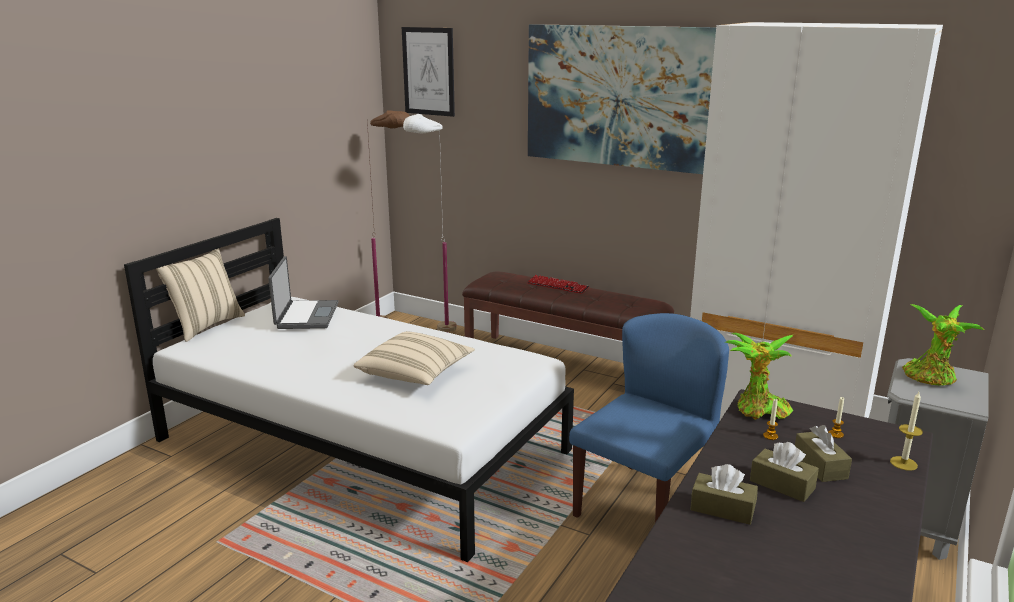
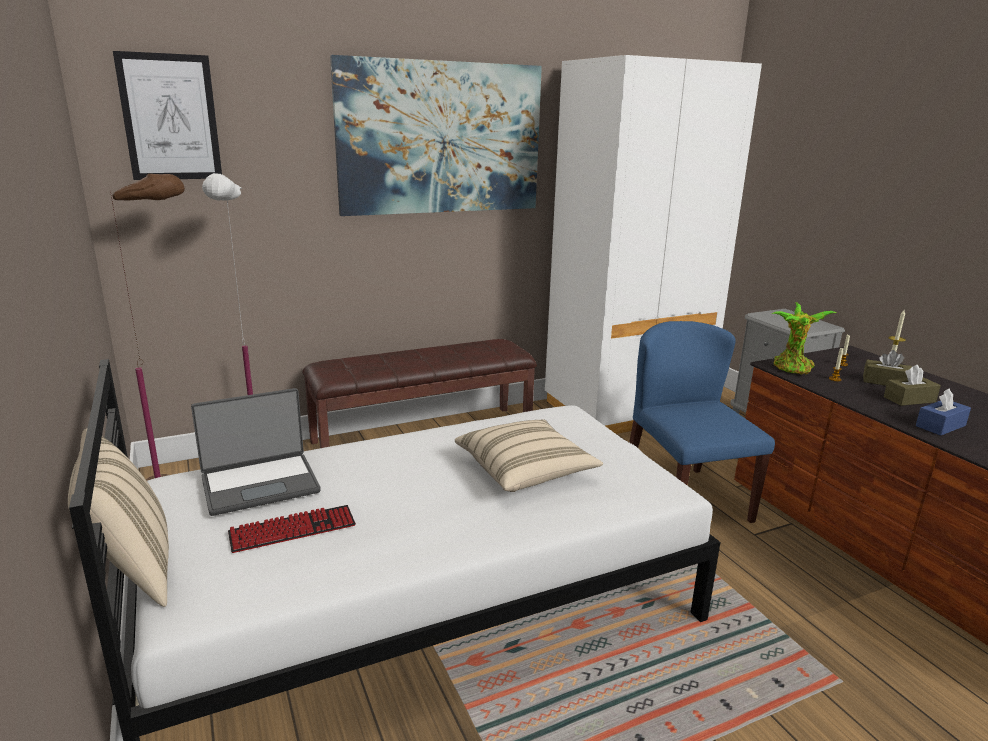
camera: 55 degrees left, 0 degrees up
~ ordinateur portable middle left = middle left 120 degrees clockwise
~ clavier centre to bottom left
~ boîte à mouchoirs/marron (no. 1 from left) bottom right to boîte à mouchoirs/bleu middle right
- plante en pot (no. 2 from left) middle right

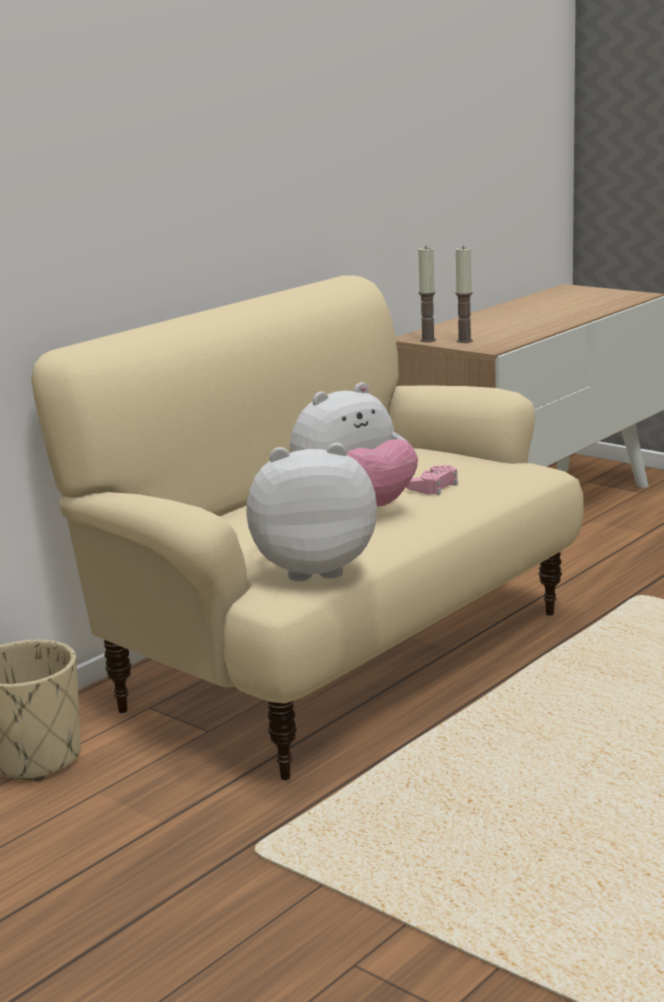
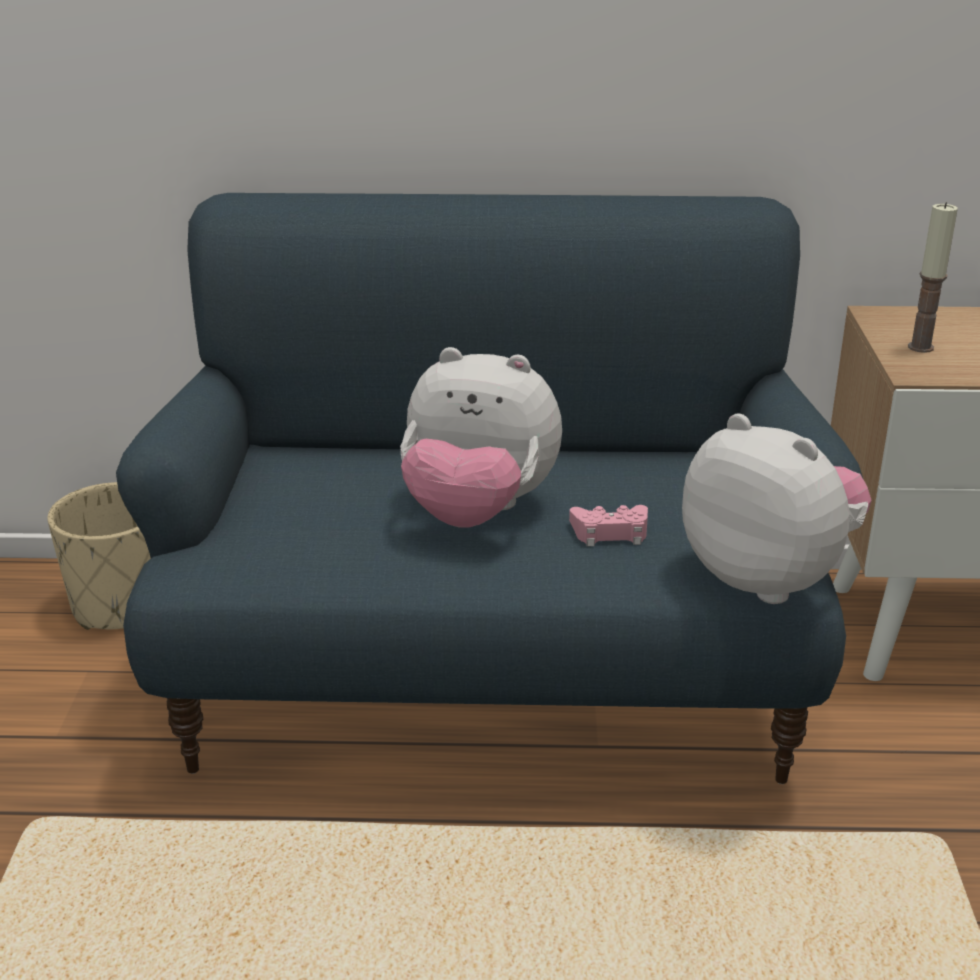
camera: 50 degrees right, 10 degrees up
~ canapé/beige centre to canapé/bleu centre
~ peluche (no. 1 from left in the first image) centre to peluche (no. 2 from left) middle right
- bougie (no. 1 from left) top centre

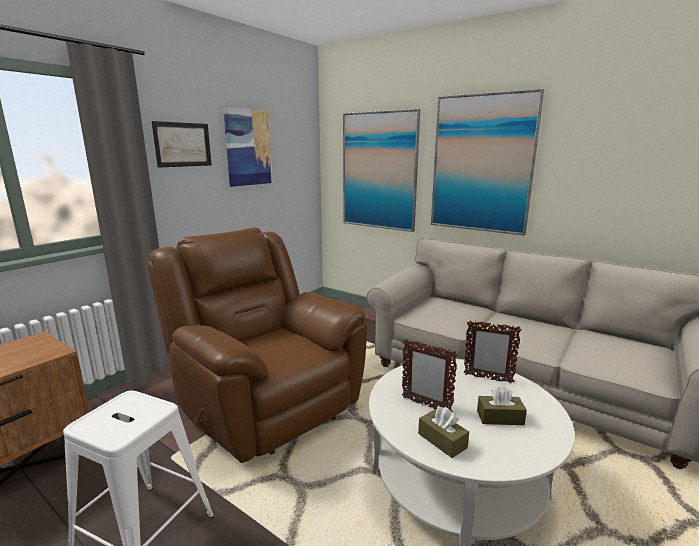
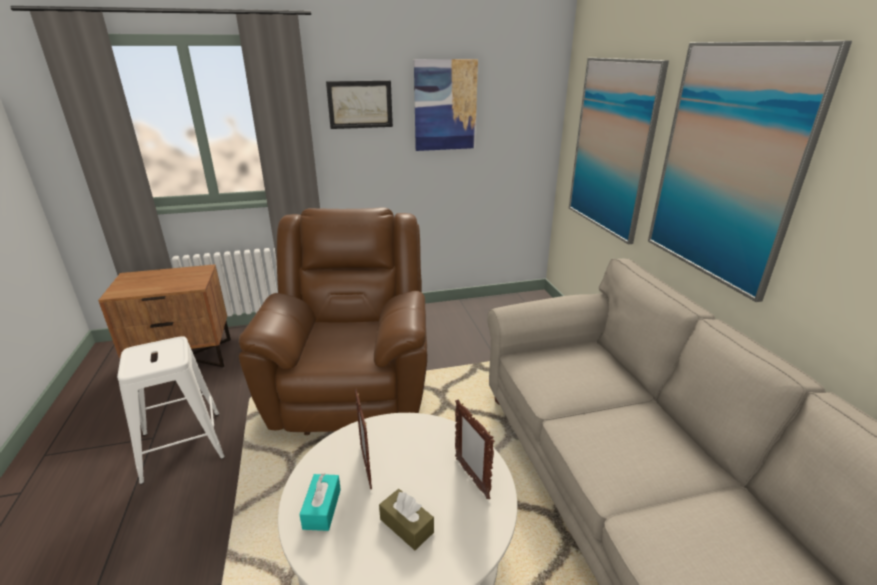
camera: 40 degrees right, 10 degrees up
~ boîte à mouchoirs/marron (no. 1 from left) bottom centre to boîte à mouchoirs/turquoise bottom centre

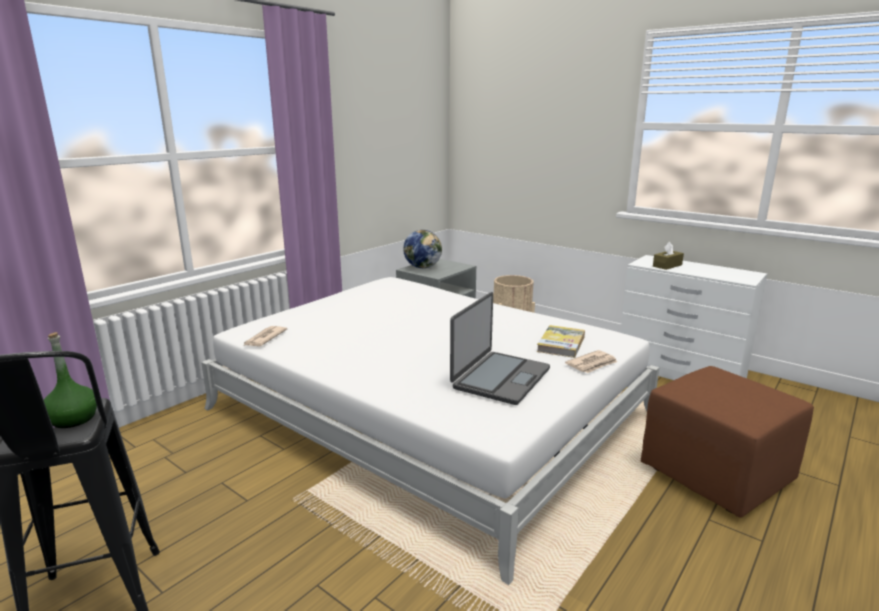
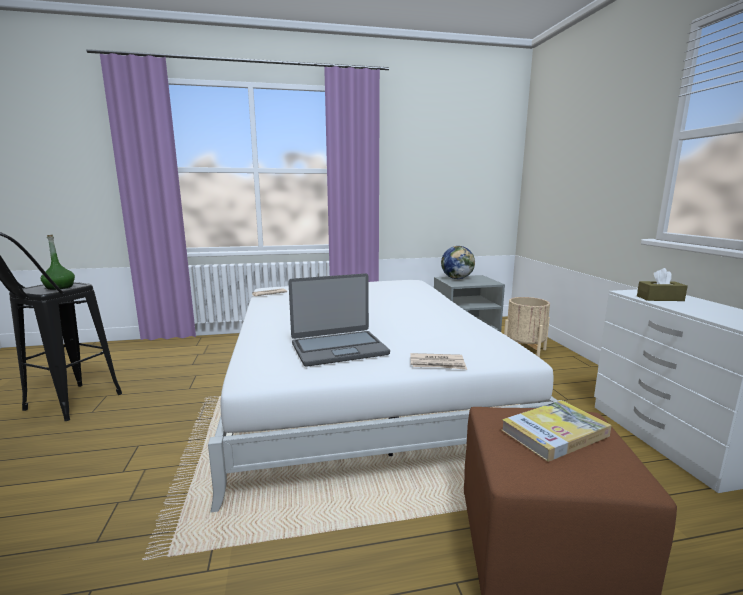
camera: 40 degrees right, 5 degrees down
~ livre centre to bottom right

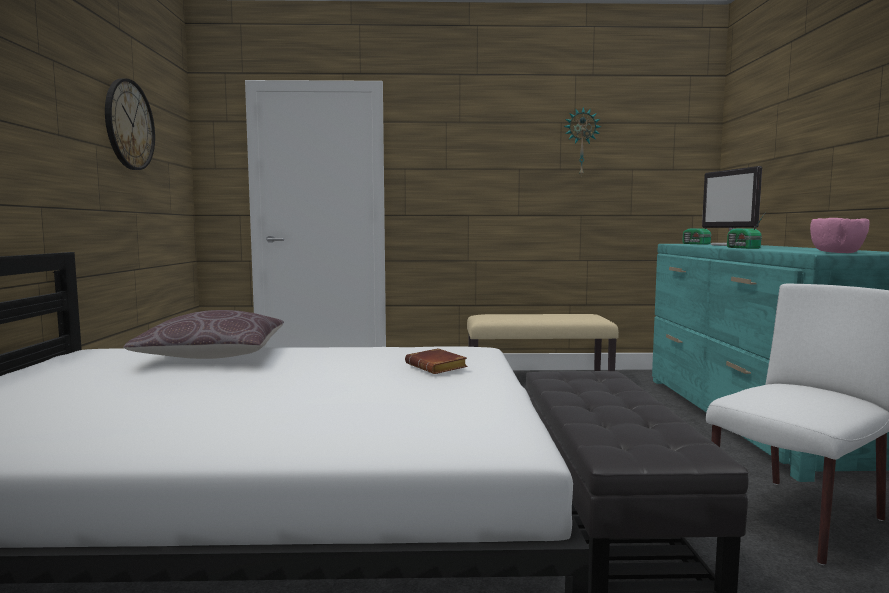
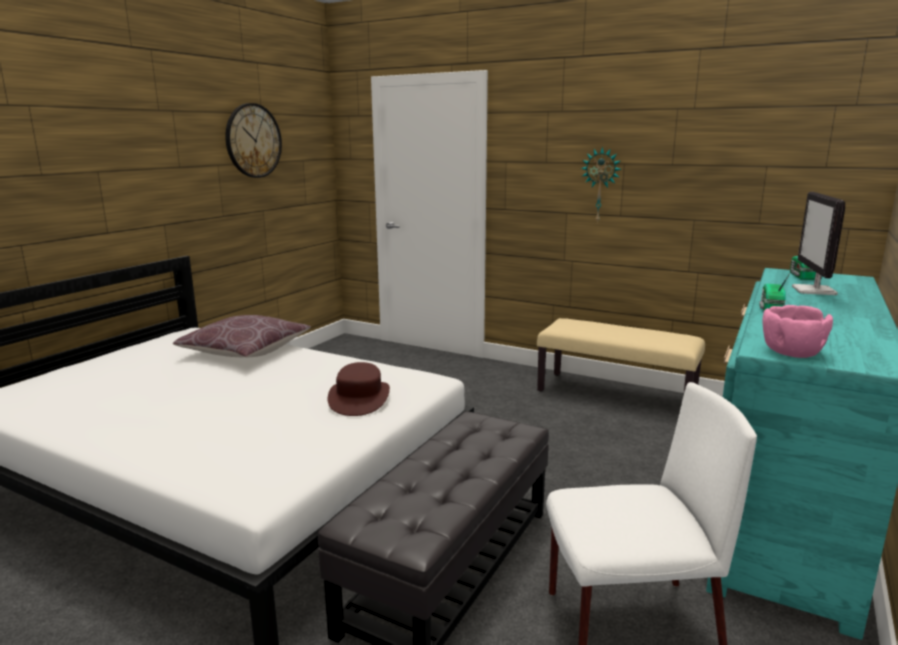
camera: 30 degrees right, 10 degrees up
~ livre/marron centre to chapeau/marron centre
~ horloge murale (no. 2 from left) top centre to top right

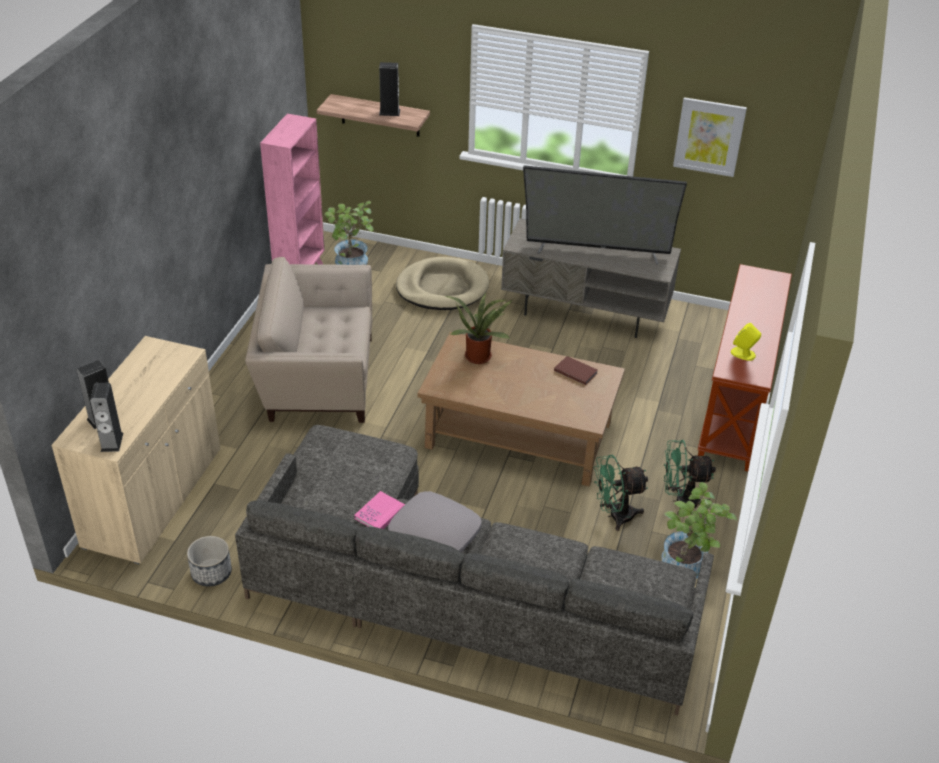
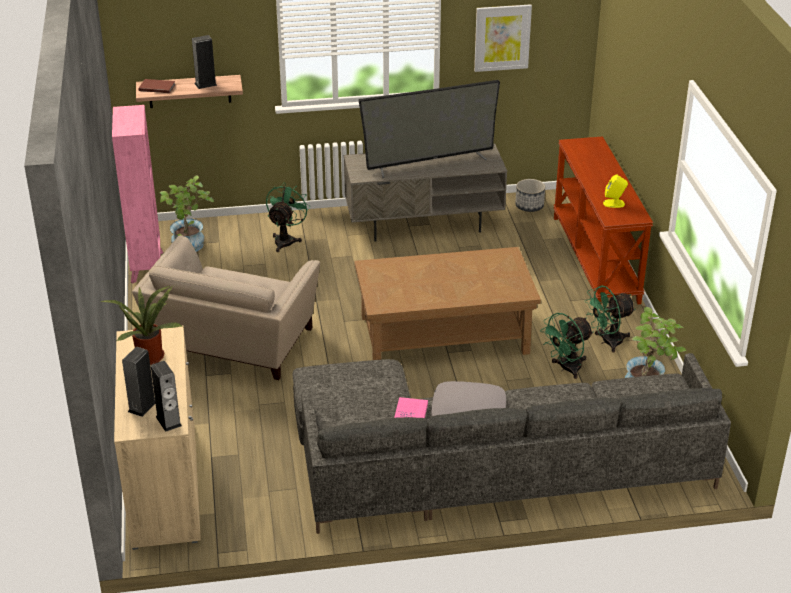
camera: 25 degrees left, 5 degrees down
~ cache-pot bottom left to top right
~ fauteuil/beige middle left = middle left 45 degrees counterclockwise
~ panier pour chien/beige centre to ventilateur/vert (no. 1 from left) centre
~ plante en pot (no. 2 from left in the first image) centre to plante en pot (no. 1 from left) middle left
~ livre/marron centre to top left

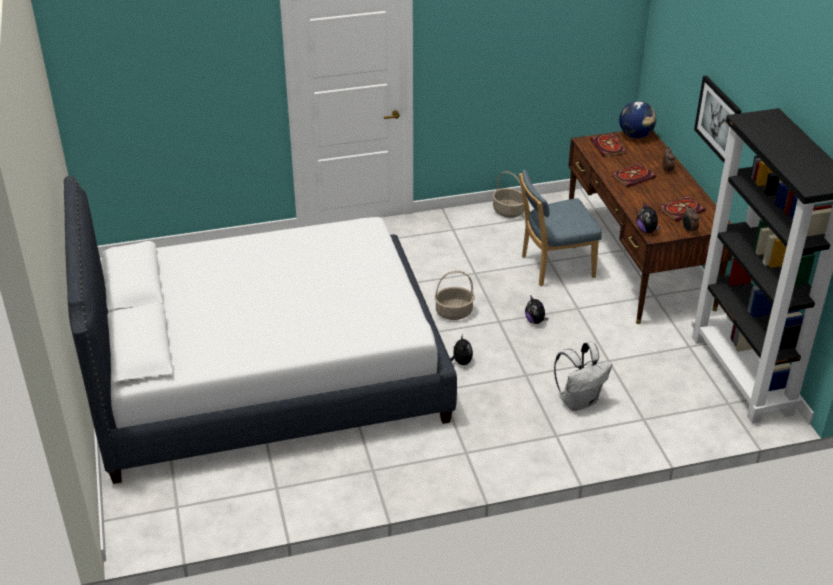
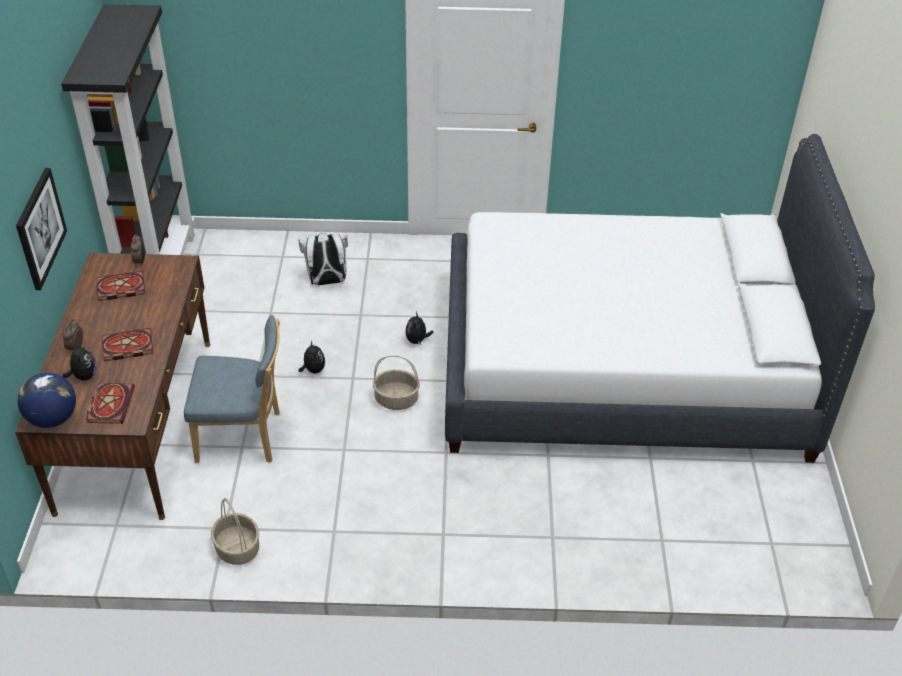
camera: 165 degrees left, 5 degrees up
~ peluche (no. 3 from left in the first image) middle right to peluche (no. 1 from left) middle left

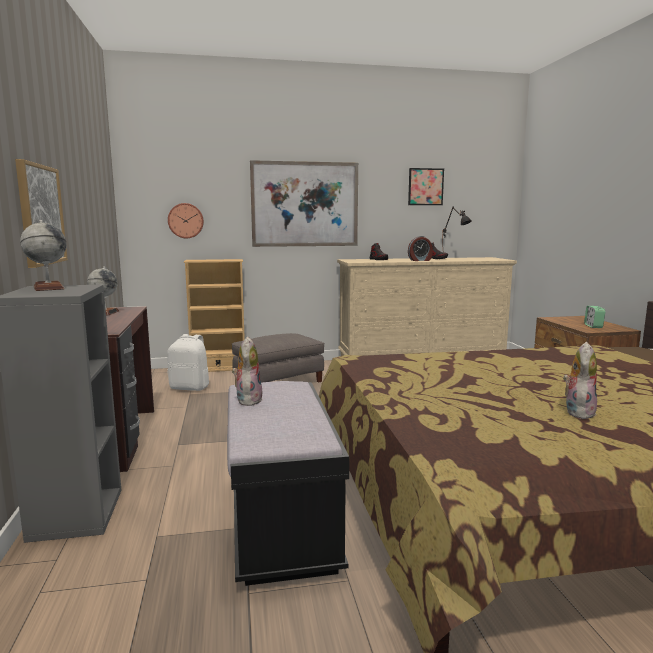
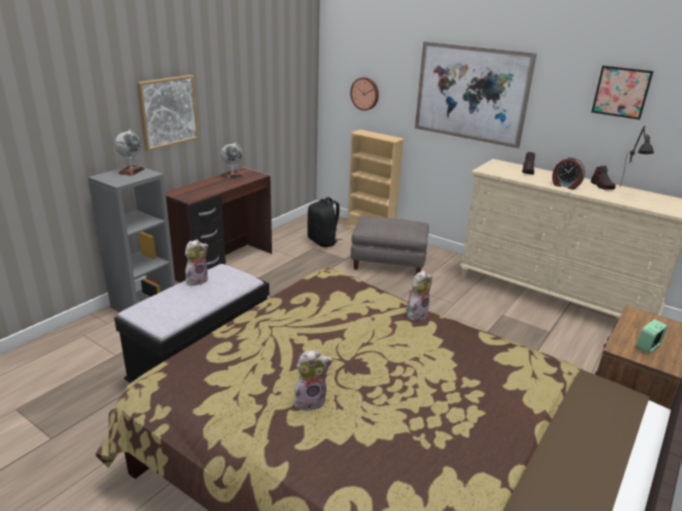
camera: 45 degrees right, 15 degrees up
~ sac à dos/blanc middle left to sac à dos/noir centre
+ peluche (no. 3 from left) centre

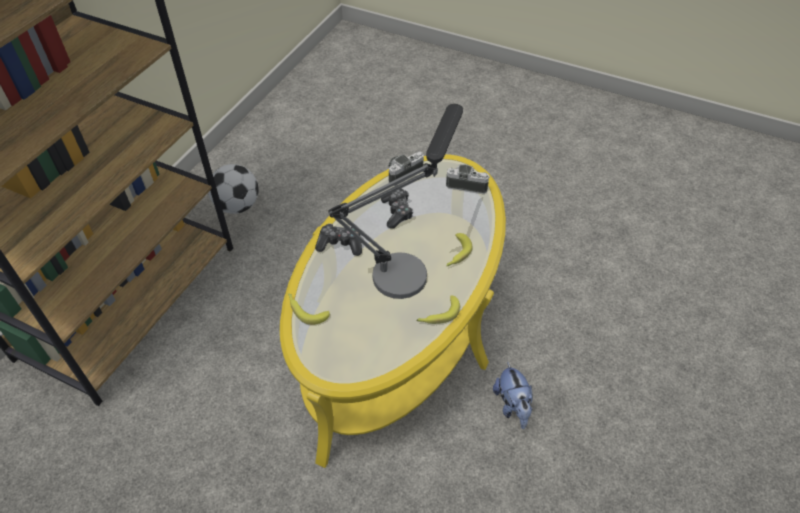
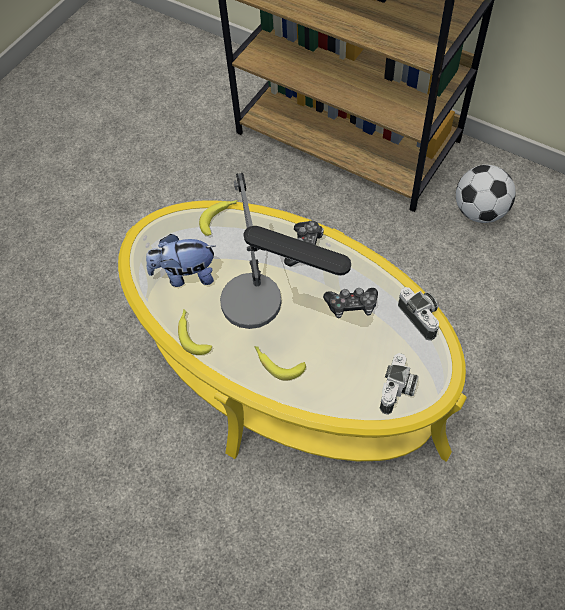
camera: 100 degrees right, 10 degrees up
~ peluche bottom centre to middle left

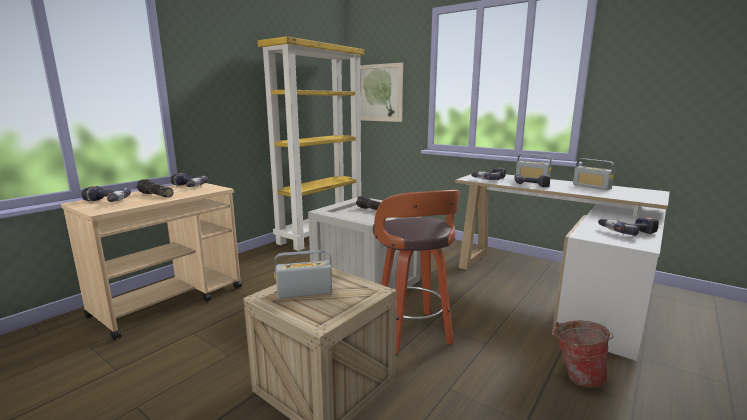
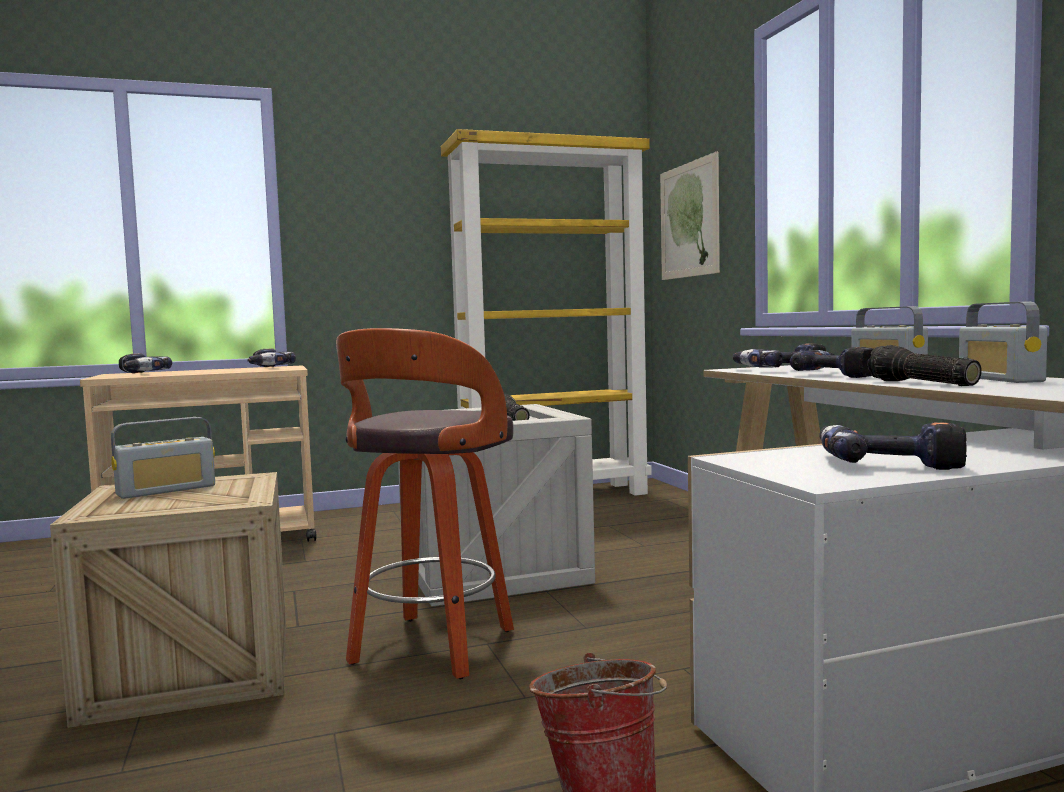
camera: 35 degrees right, 10 degrees down
~ lampe de poche (no. 1 from left in the first image) middle left to lampe de poche (no. 2 from left) middle right
~ radio (no. 1 from left) centre = middle left 120 degrees clockwise

